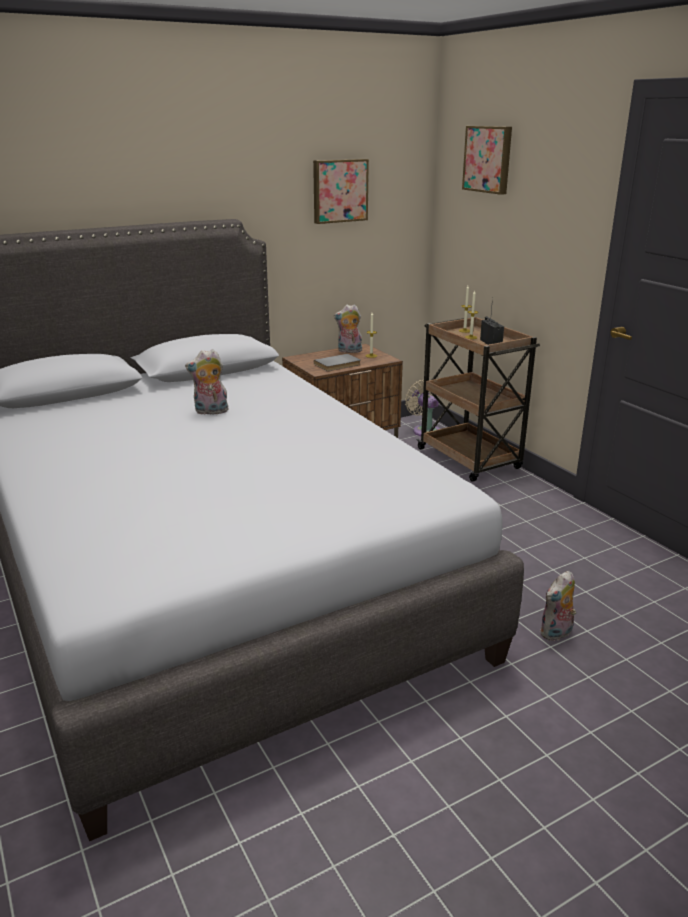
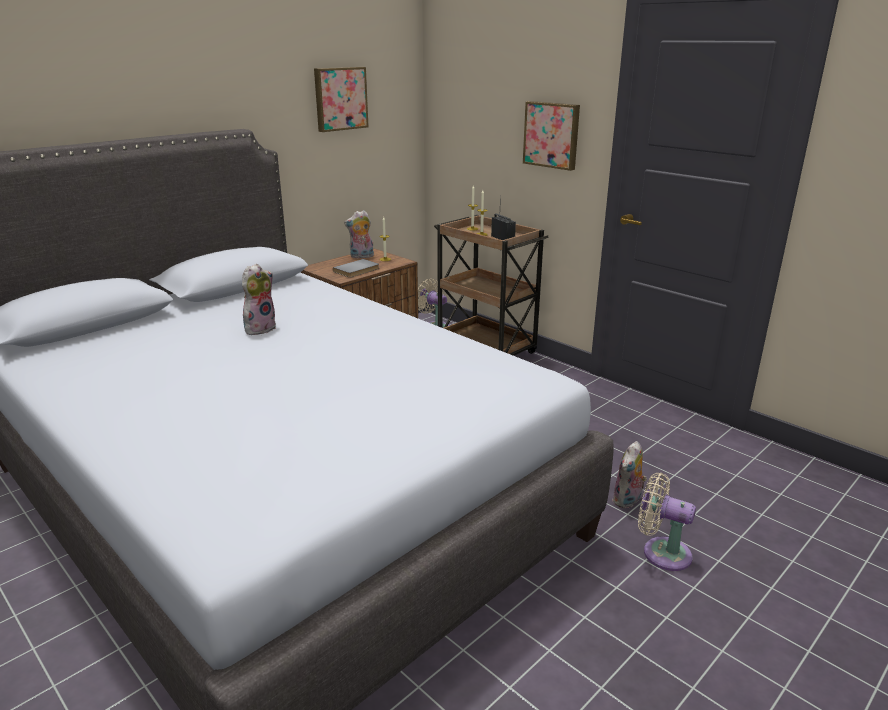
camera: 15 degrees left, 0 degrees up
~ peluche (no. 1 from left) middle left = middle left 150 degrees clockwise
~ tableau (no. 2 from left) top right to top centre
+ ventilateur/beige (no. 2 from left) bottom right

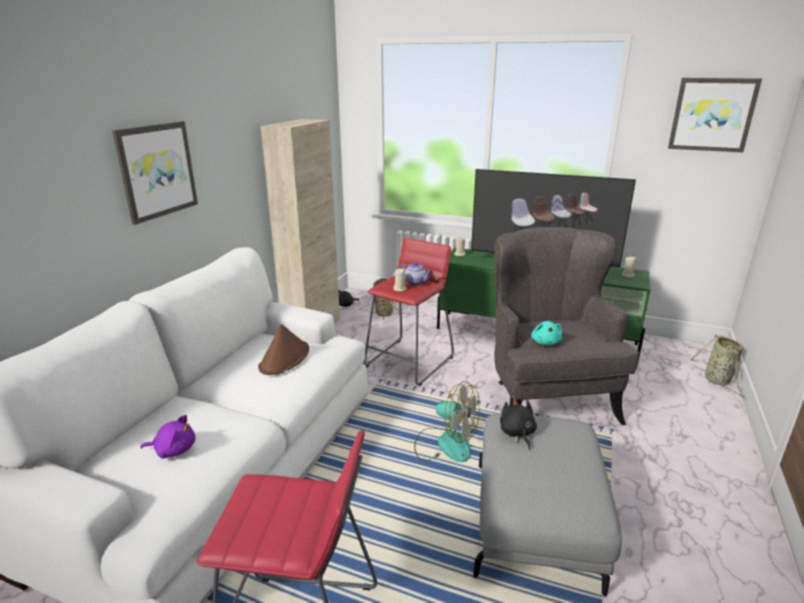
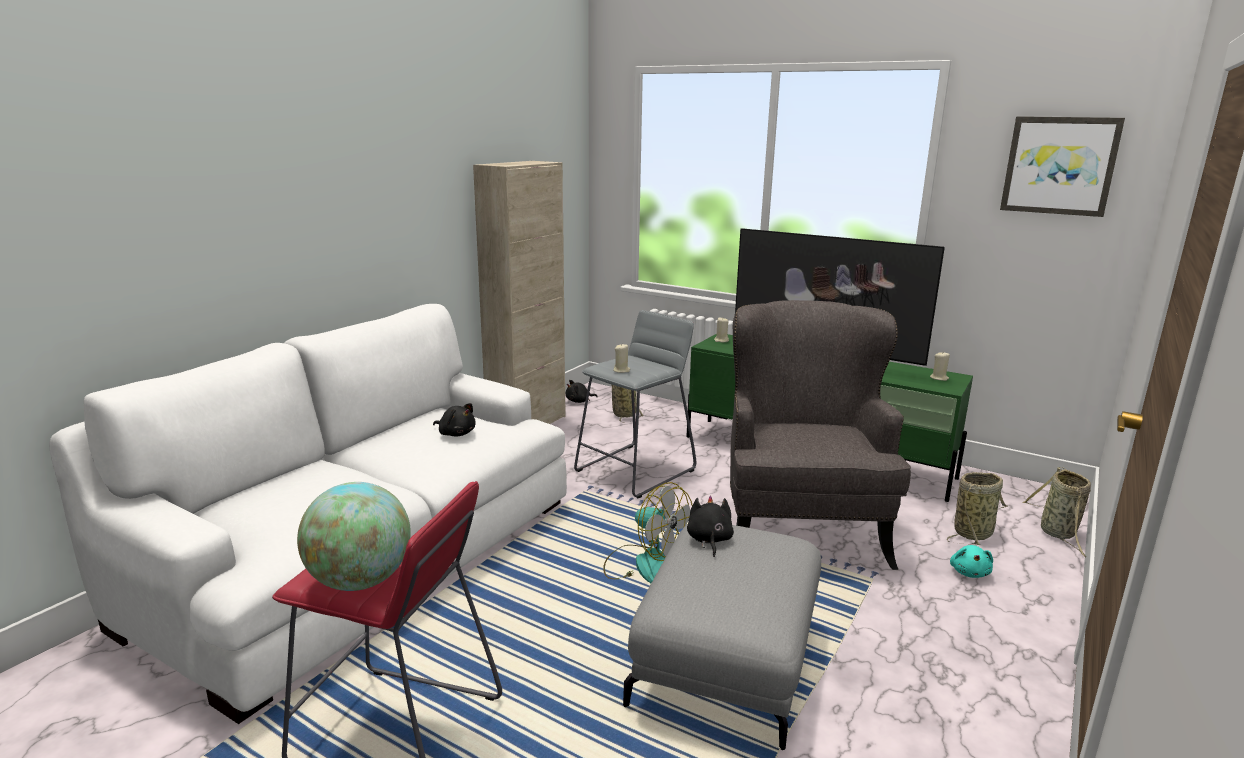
camera: 10 degrees right, 5 degrees down
- tableau (no. 1 from left) top left
- peluche/violet bottom left
~ chapeau/marron centre to peluche/noir (no. 1 from left) centre
~ tabouret/rouge (no. 2 from left) centre to tabouret/gris centre
- théière centre
~ peluche/turquoise middle right to bottom right
+ globe bottom left
+ panier (no. 2 from left) bottom right

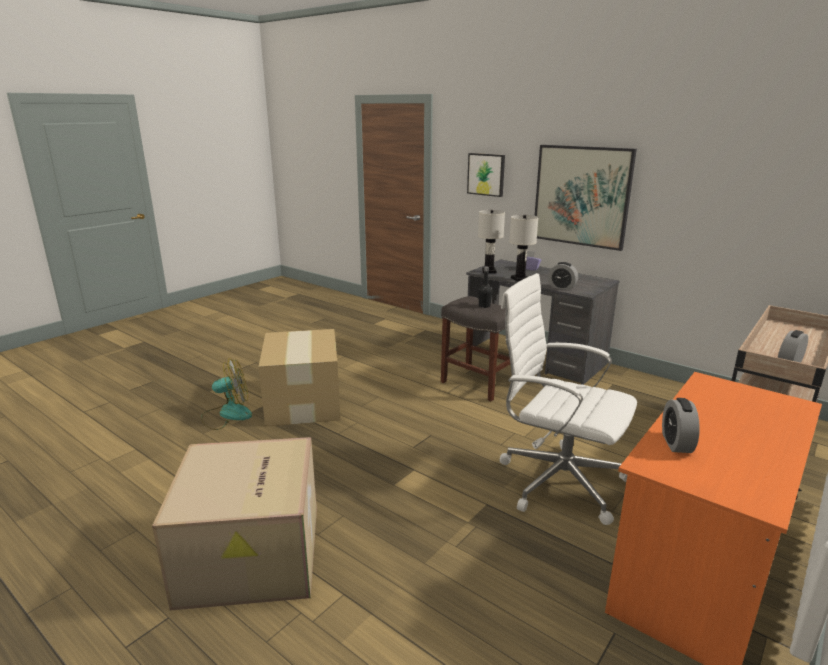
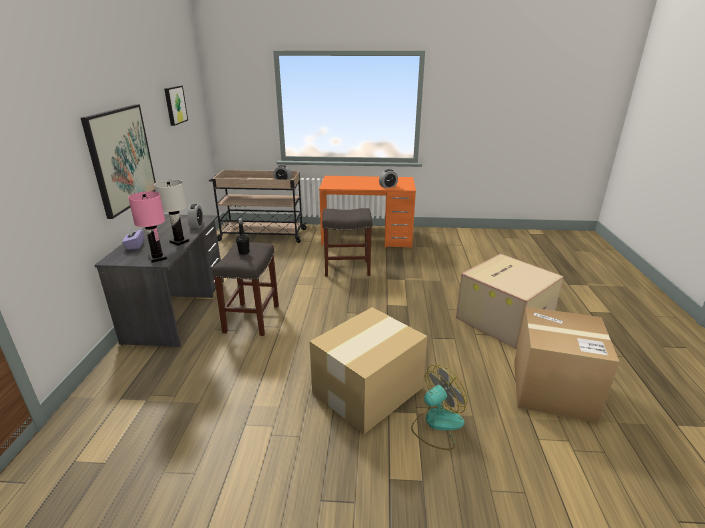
camera: 125 degrees left, 5 degrees up
~ ventilateur middle left = bottom centre 105 degrees clockwise
~ tableau (no. 1 from left in the first image) top centre to tableau (no. 2 from left) top left
~ lampe de table/blanc (no. 1 from left) centre to lampe de table/rose middle left
~ chaise de bureau/blanc middle right to tabouret/gris (no. 2 from left) centre
+ carton (no. 3 from left) bottom right

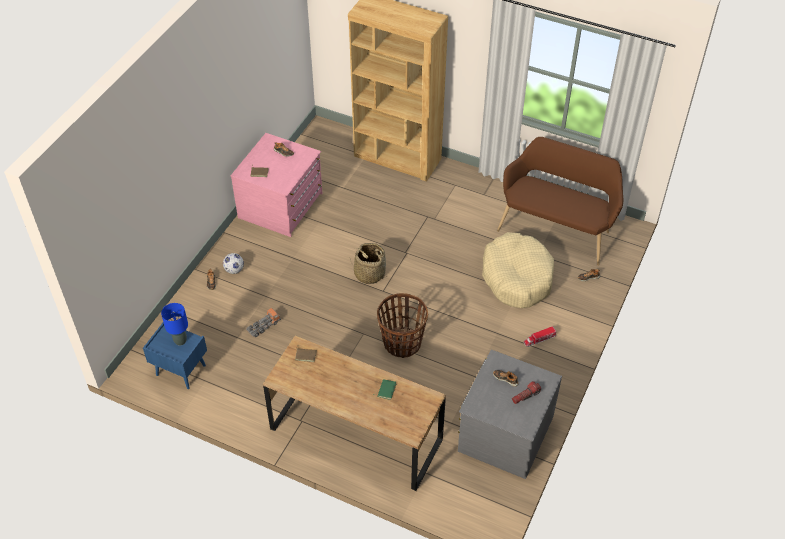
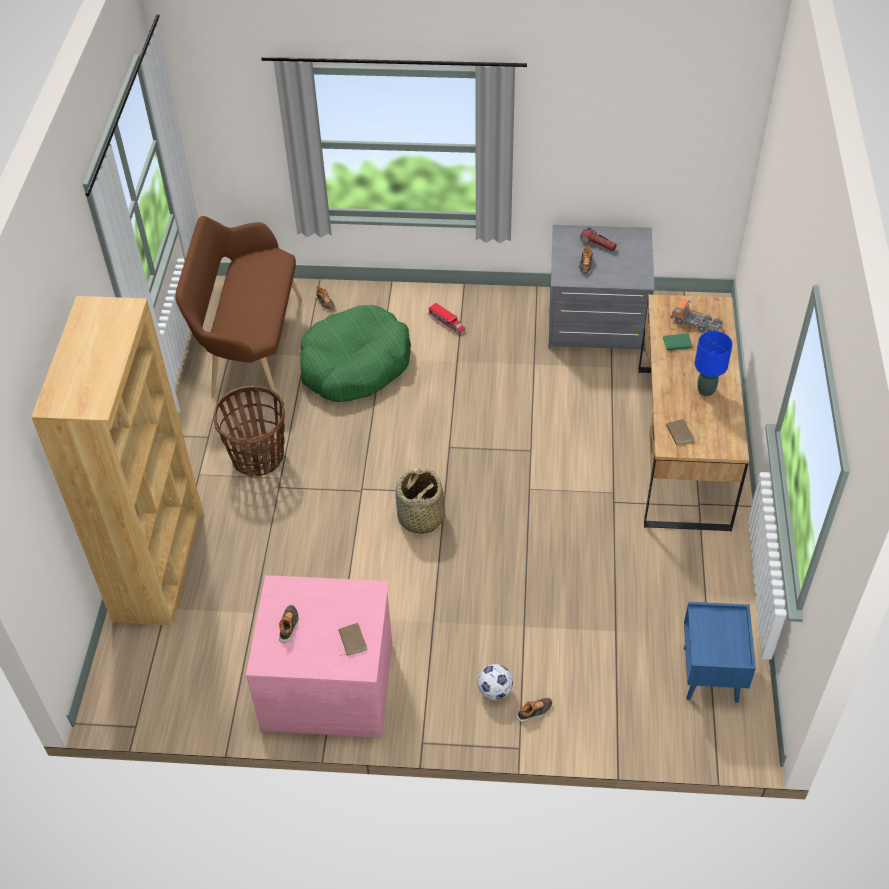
camera: 110 degrees left, 0 degrees up
~ lampe de table/bleu middle left to middle right
~ camion jouet (no. 1 from left in the first image) centre to camion jouet (no. 2 from left) middle right
~ panier (no. 2 from left in the first image) centre to panier (no. 1 from left) middle left
~ panier pour chien/beige centre to panier pour chien/vert centre

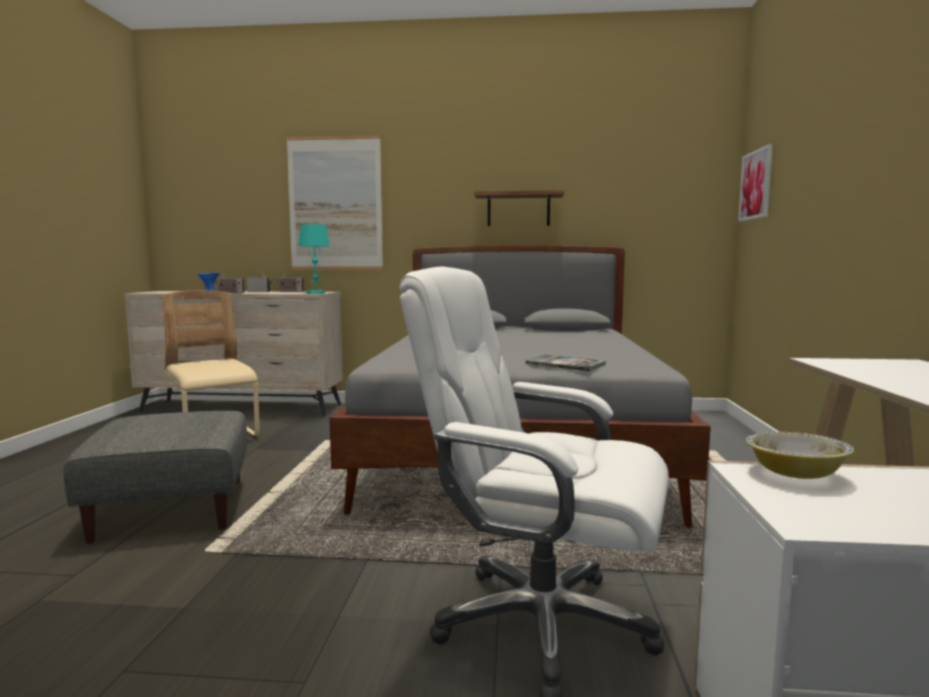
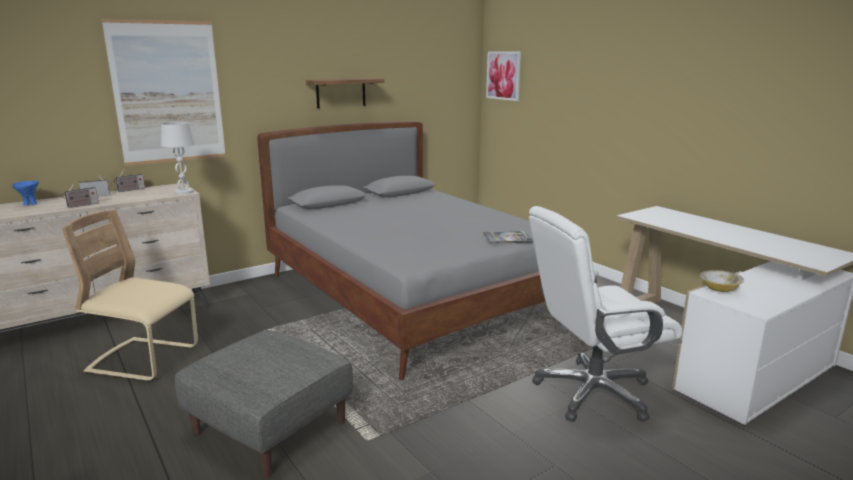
camera: 40 degrees left, 10 degrees up
~ lampe de table/turquoise centre to lampe de table/blanc top left

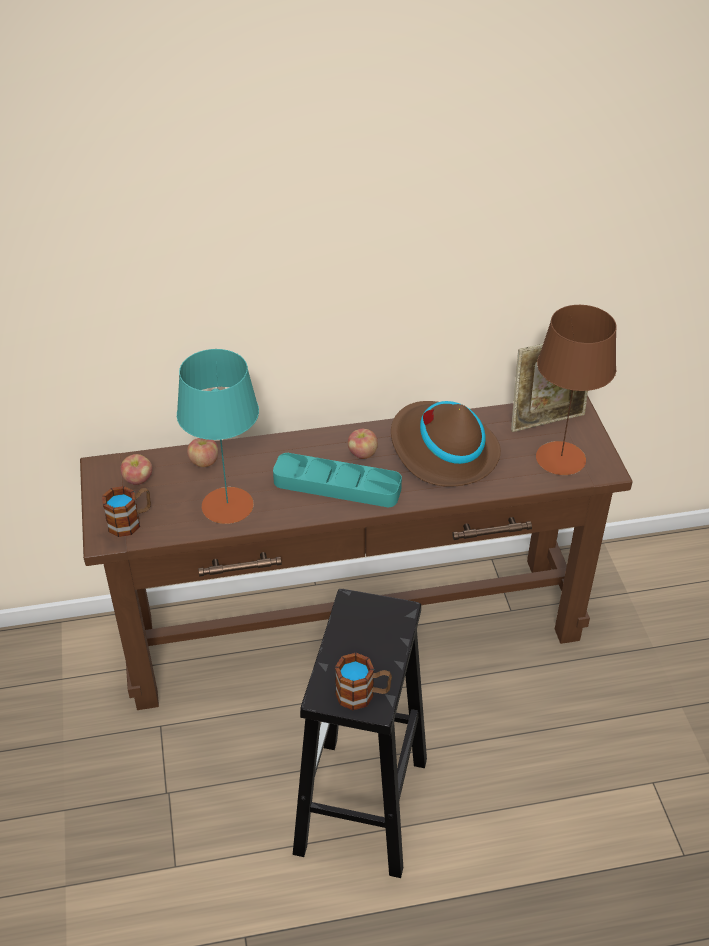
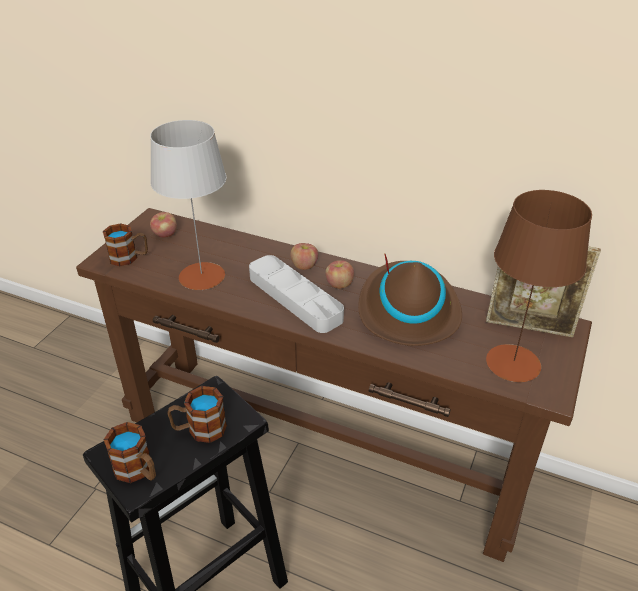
camera: 35 degrees right, 5 degrees down
~ lampe de table/turquoise middle left to lampe de table/gris middle left
~ pomme (no. 2 from left) middle left to centre
~ plateau/turquoise centre to plateau/gris centre
+ mug (no. 3 from left) bottom left

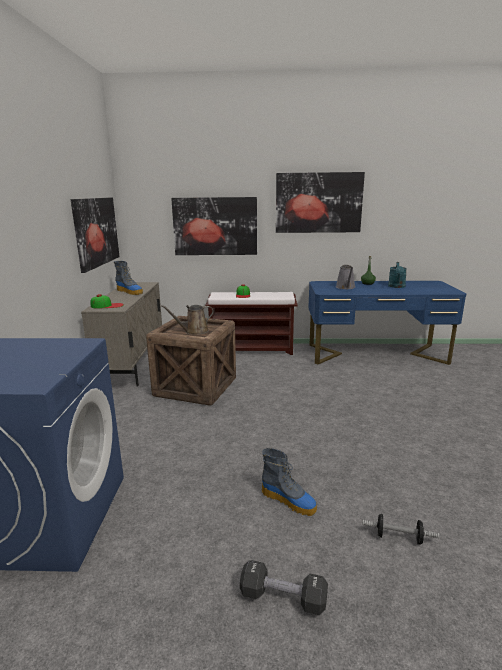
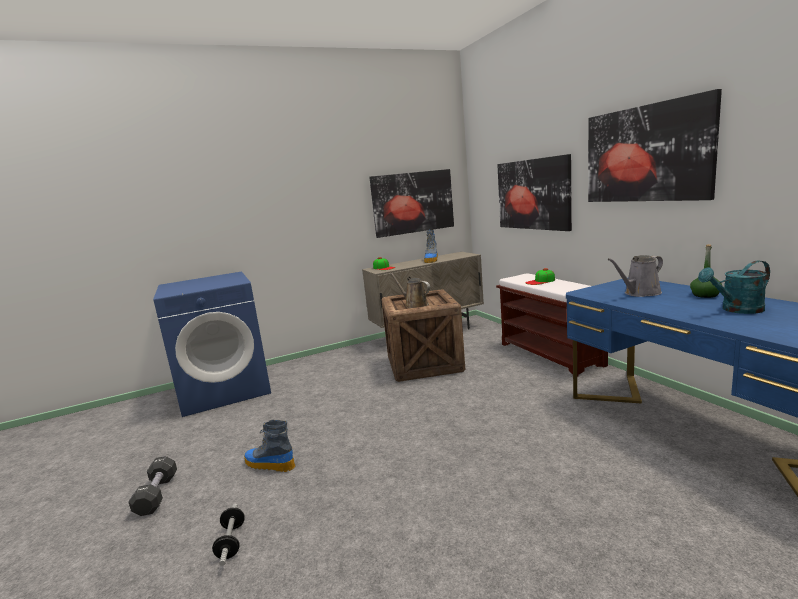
camera: 65 degrees right, 5 degrees down
~ botte (no. 2 from left in the first image) bottom centre = bottom centre 105 degrees clockwise

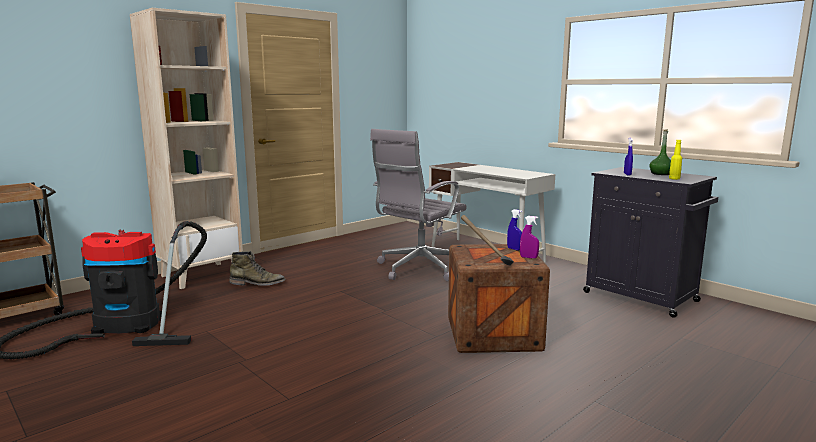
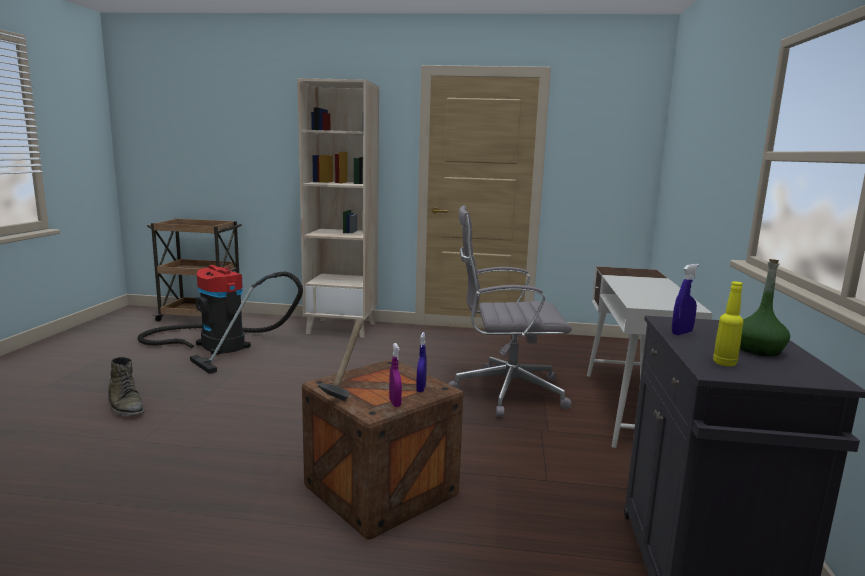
camera: 50 degrees right, 0 degrees up
~ botte/vert middle left to bottom left

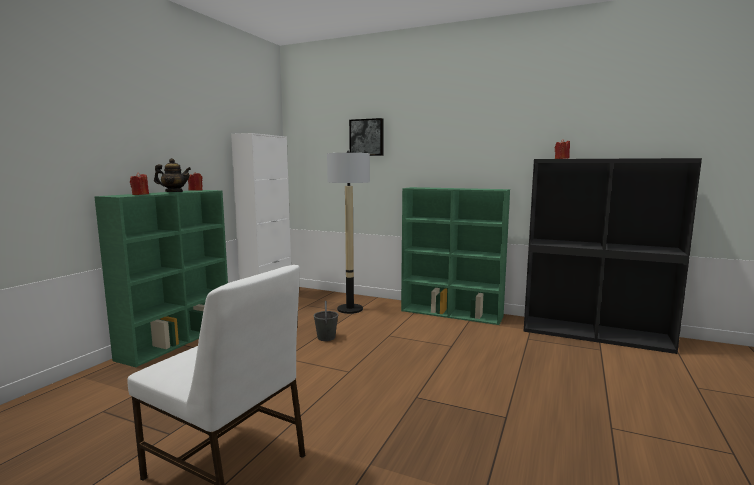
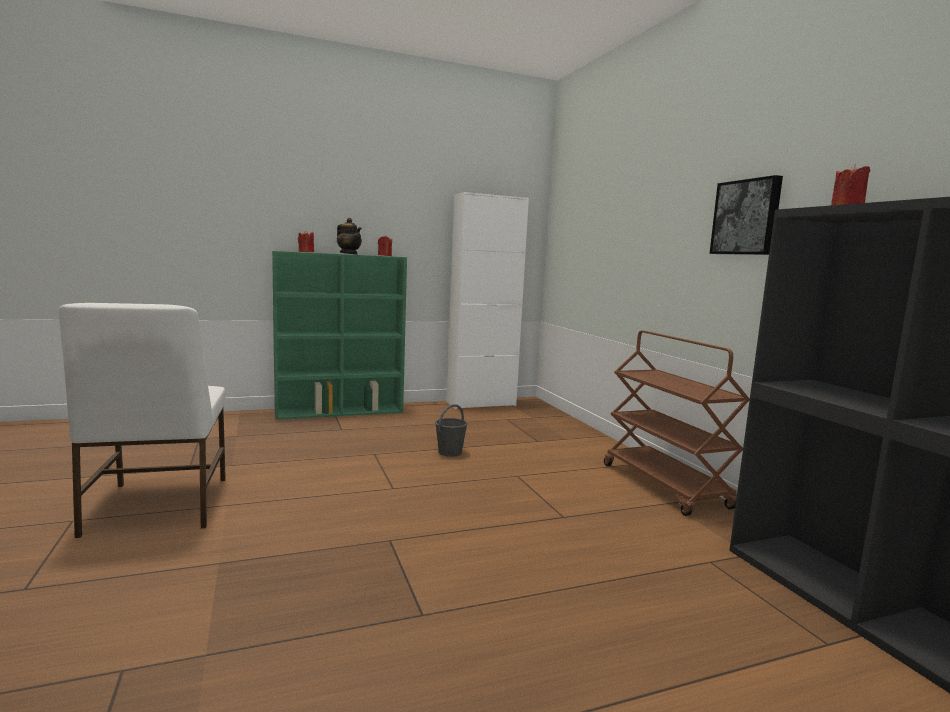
camera: 45 degrees right, 0 degrees up
- lampadaire centre
~ tableau top centre to top right
~ bibliothèque/vert (no. 2 from left) centre to chariot/marron middle right

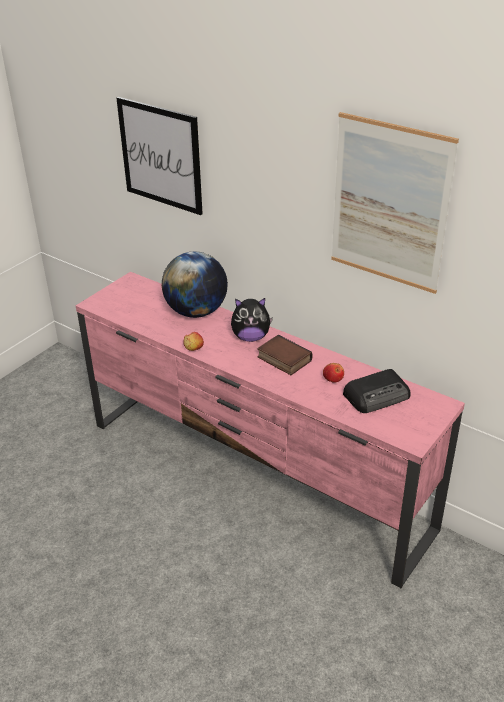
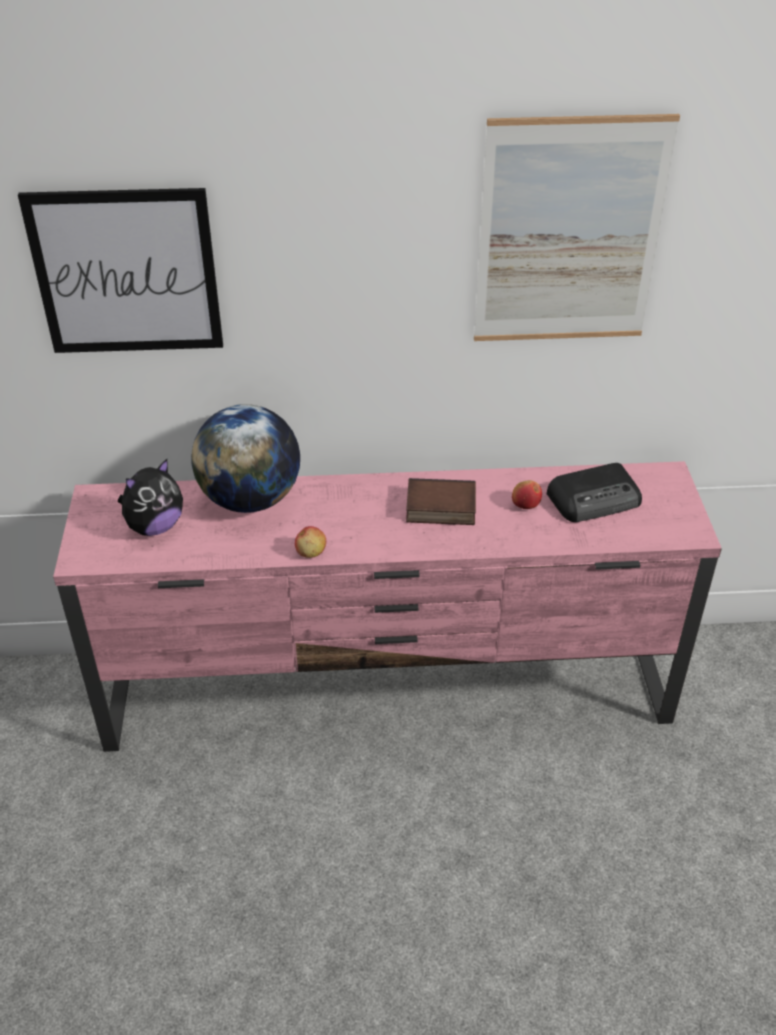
camera: 40 degrees left, 5 degrees up
~ peluche centre to middle left
~ radio middle right = middle right 45 degrees clockwise

